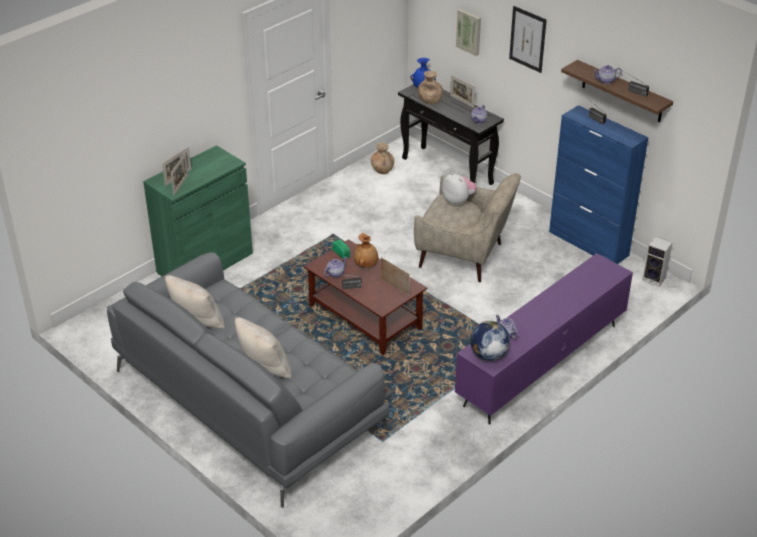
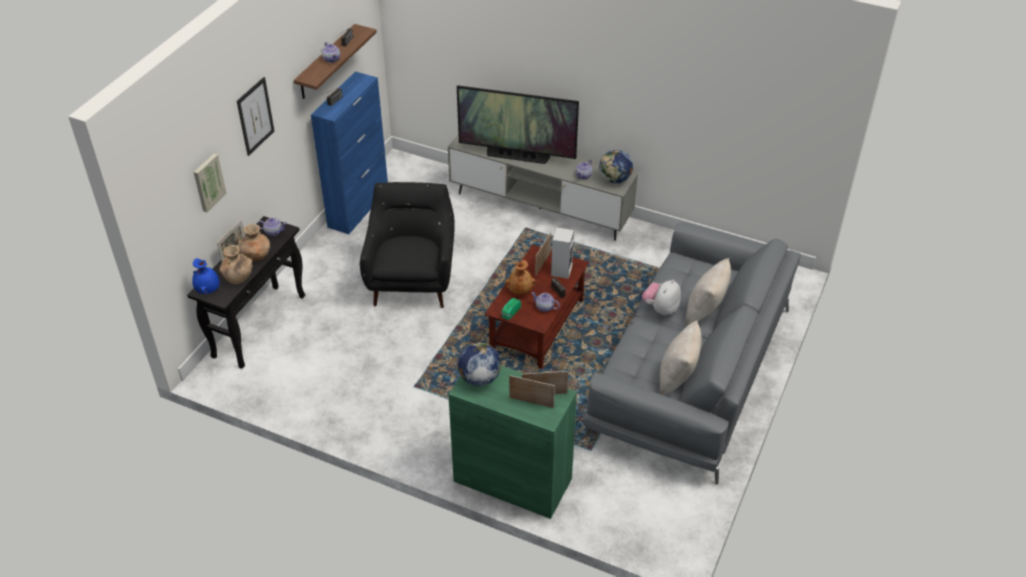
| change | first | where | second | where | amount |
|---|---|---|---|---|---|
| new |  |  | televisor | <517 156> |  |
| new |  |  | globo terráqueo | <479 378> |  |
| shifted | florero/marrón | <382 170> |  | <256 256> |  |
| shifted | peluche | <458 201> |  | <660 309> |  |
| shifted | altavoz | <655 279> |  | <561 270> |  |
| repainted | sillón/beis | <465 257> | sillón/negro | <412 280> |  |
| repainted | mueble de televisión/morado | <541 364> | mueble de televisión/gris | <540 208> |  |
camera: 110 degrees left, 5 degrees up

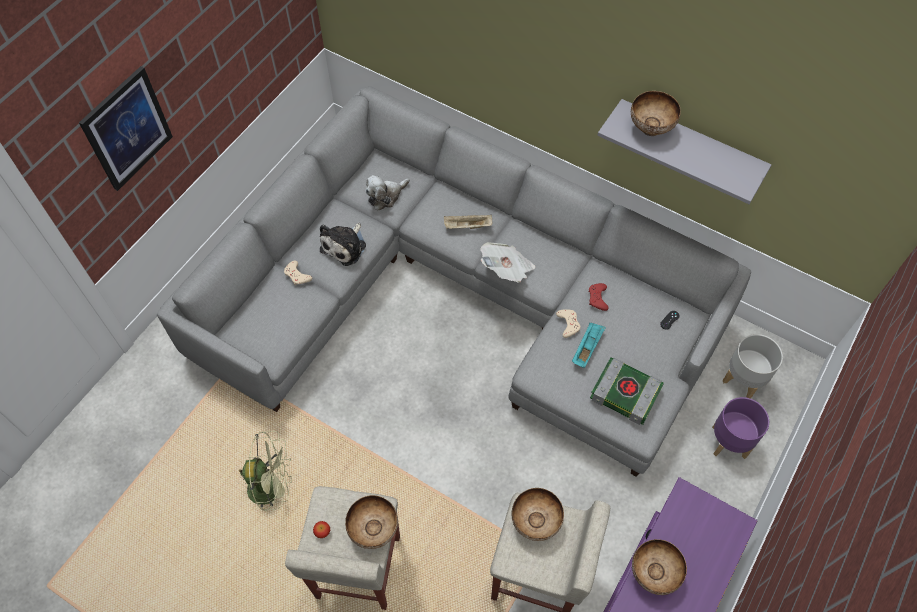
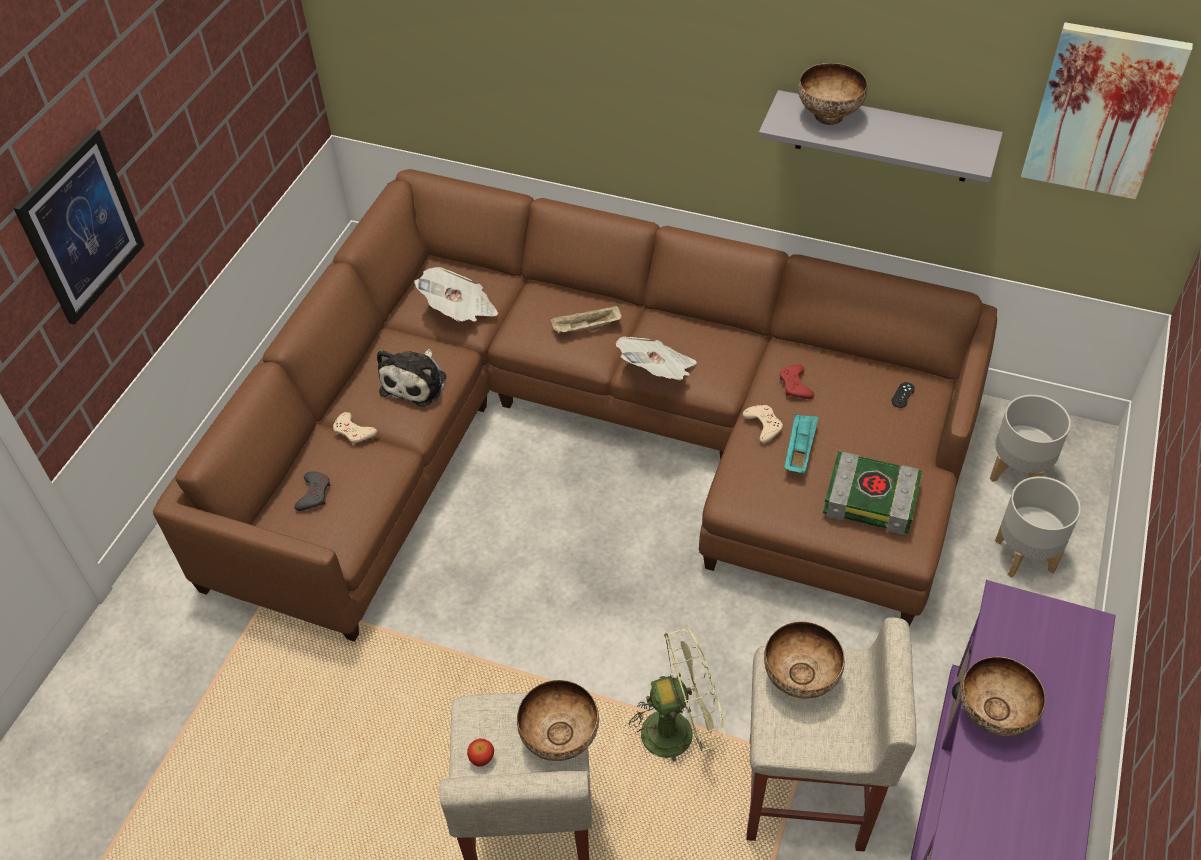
| change | first | where | second | where | amount |
|---|---|---|---|---|---|
| new |  |  | mando de consola/gris | <314 494> |  |
| new |  |  | cuadro | <1102 111> |  |
| shifted | ventilador/verde | <272 487> |  | <678 729> |  |
| swapped | peluche | <386 196> | periódico | <460 310> |  |
| repainted | sofá/gris | <460 295> | sofá/marrón | <590 436> |  |
| repainted | maceta/morado | <729 442> | maceta/gris | <1025 555> |  |
camera: 10 degrees left, 10 degrees down

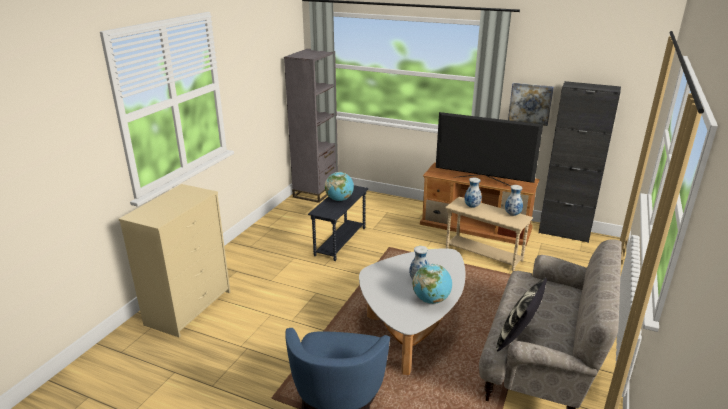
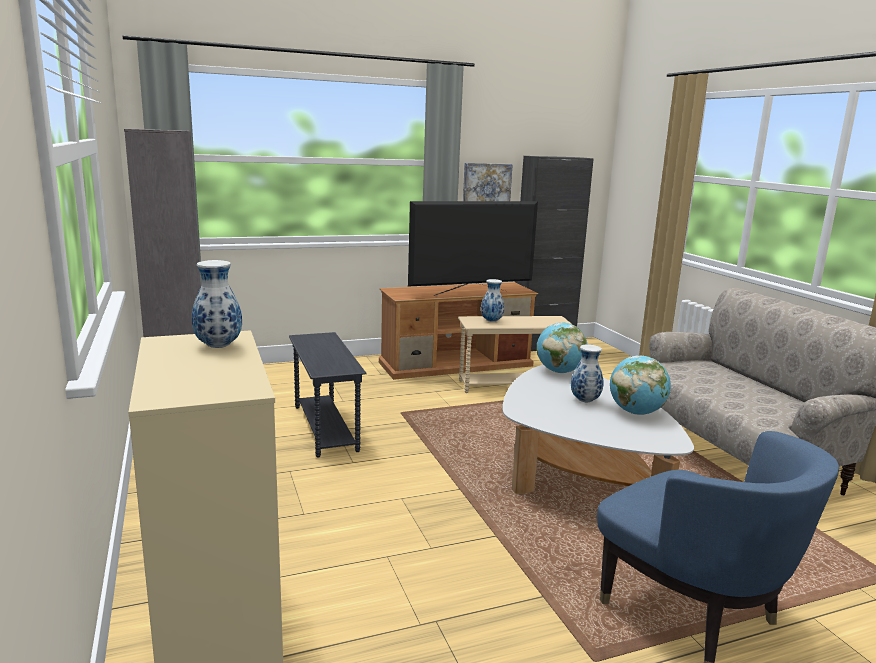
| change | first | where | second | where | amount |
|---|---|---|---|---|---|
| gone | cojín | <517 337> |  |  |  |
| shifted | globo terráqueo | <339 199> |  | <559 371> |  |
| shifted | florero | <513 214> |  | <219 346> |  |
camera: 45 degrees left, 10 degrees down

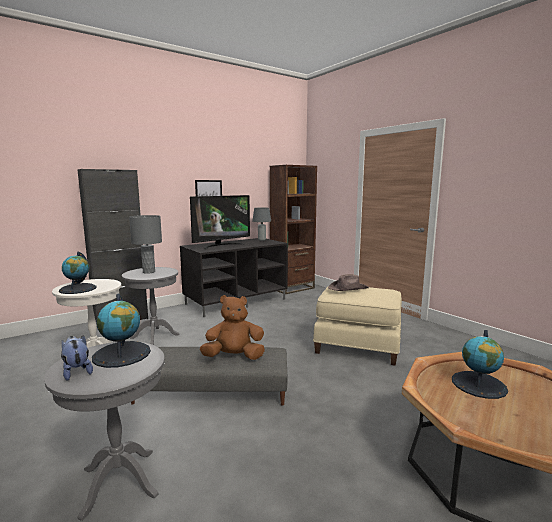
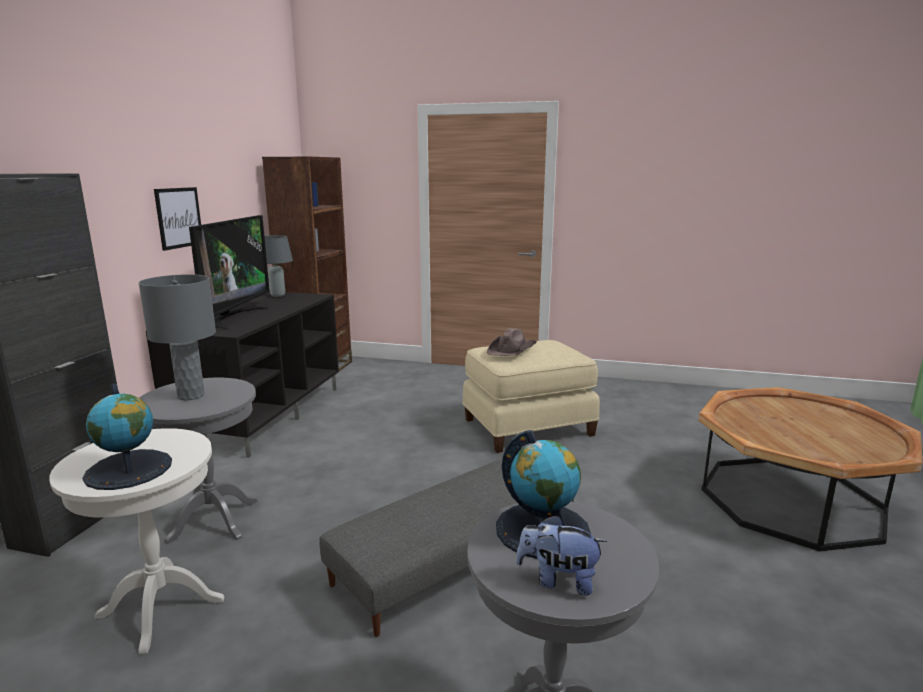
| change | first | where | second | where | amount |
|---|---|---|---|---|---|
| gone | peluche/marrón | <234 357> |  |  |  |
| gone | globo terráqueo | <479 384> |  |  |  |
camera: 40 degrees left, 5 degrees up

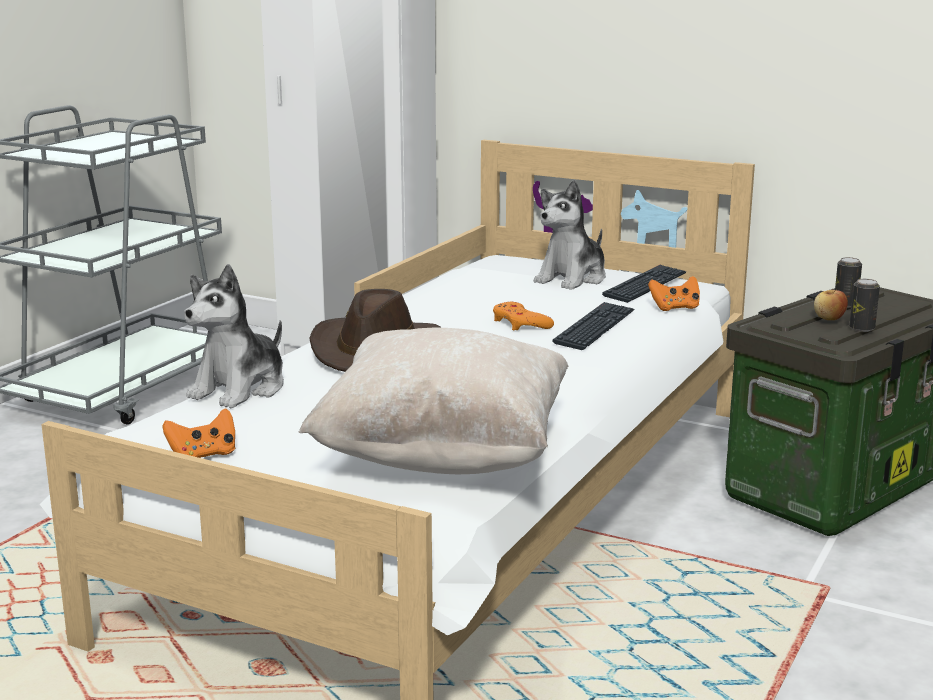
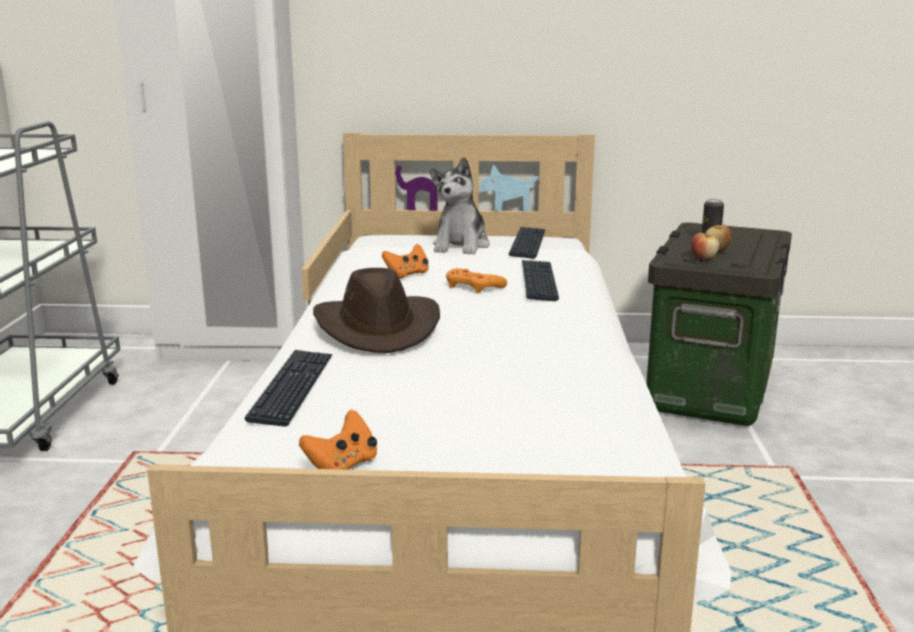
| change | first | where | second | where | amount |
|---|---|---|---|---|---|
| gone | cojín/beis | <444 456> |  |  |  |
| gone | lata | <862 328> |  |  |  |
| new |  |  | manzana | <703 257> |  |
| shifted | mando de consola/naranja | <675 308> |  | <407 274> |  |
| swapped | peluche | <240 389> | teclado | <292 388> |  |
camera: 25 degrees left, 0 degrees up

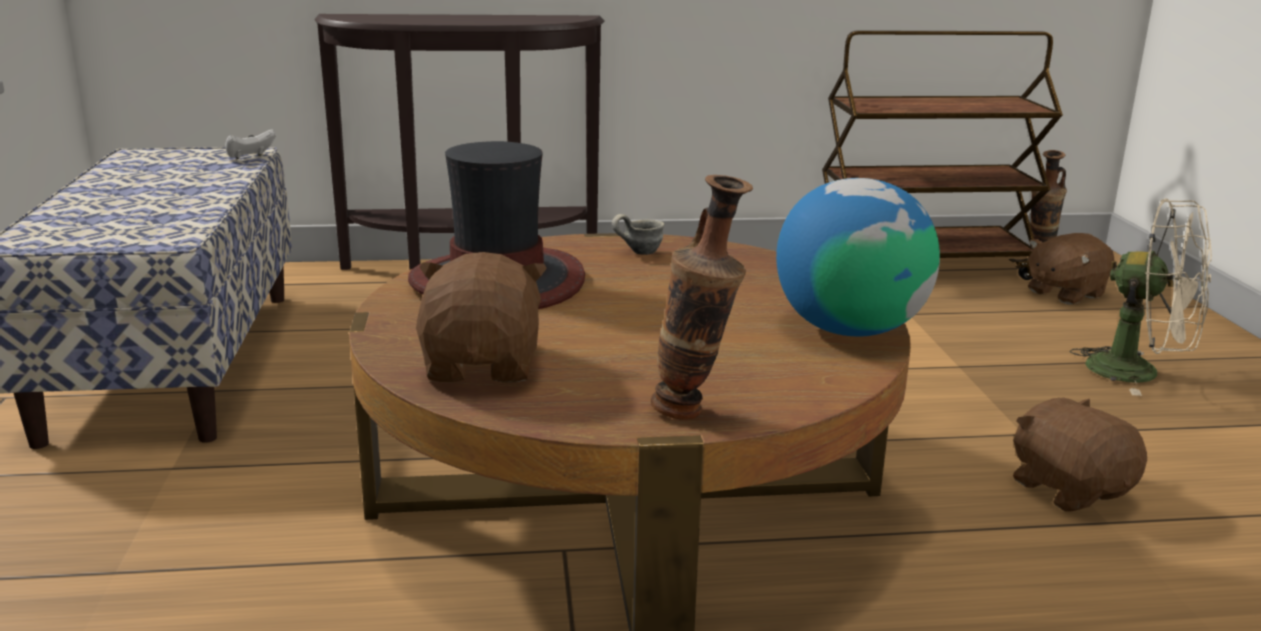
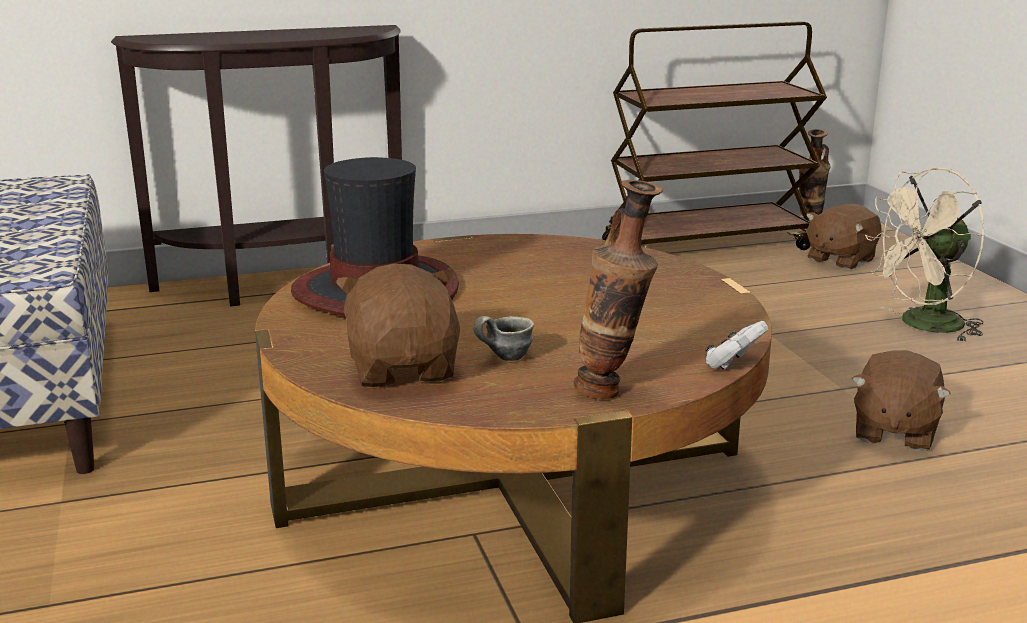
| change | first | where | second | where | amount |
|---|---|---|---|---|---|
| gone | globo terráqueo | <849 329> |  |  |  |
| shifted | mando de consola/blanco | <250 157> |  | <733 364> |  |
| shifted | taza grande/gris | <638 253> |  | <504 358> |  |
| rotated | peluche/marrón | <1069 489> |  | <893 432> | 120 degrees counterclockwise |
| rotated | ventilador/beis | <1139 373> |  | <922 326> | 135 degrees clockwise |
camera: 10 degrees left, 0 degrees up

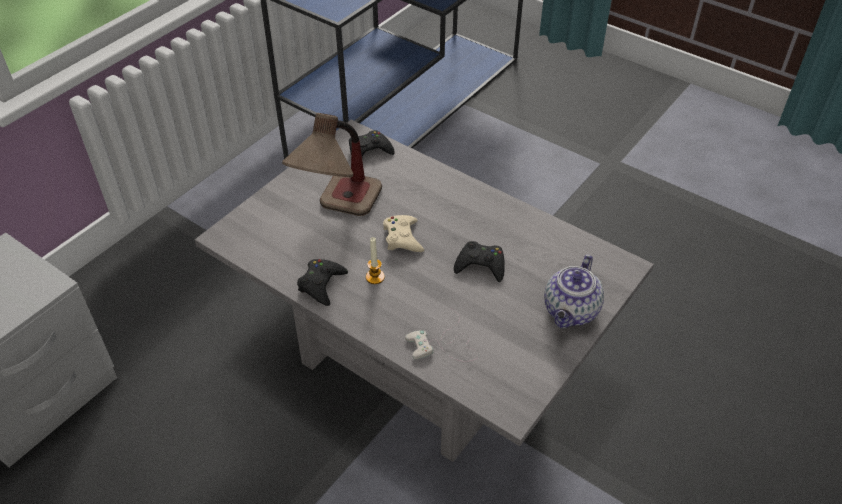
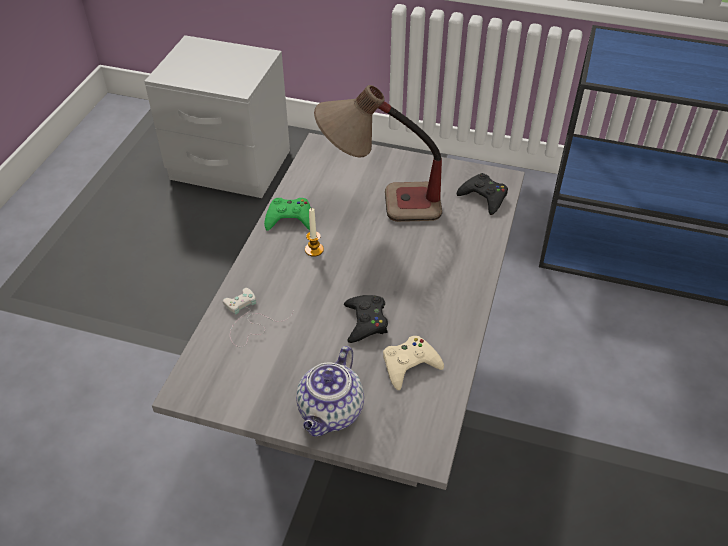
| change | first | where | second | where | amount |
|---|---|---|---|---|---|
| shifted | mando de consola/beis | <402 238> |  | <409 365> |  |
| repainted | mando de consola/negro | <321 284> | mando de consola/verde | <290 219> |  |
| rotated | tetera | <571 312> |  | <331 413> | 75 degrees counterclockwise |
camera: 70 degrees right, 0 degrees up

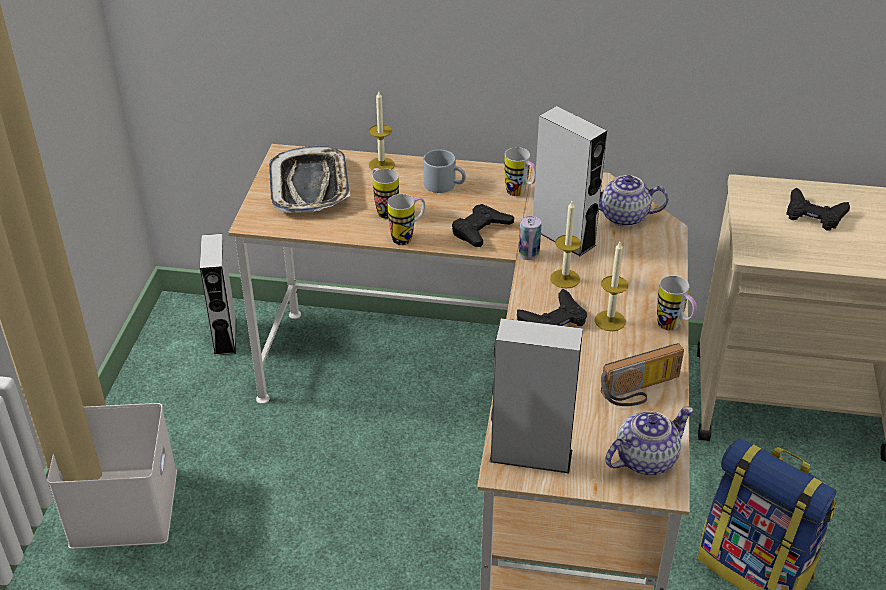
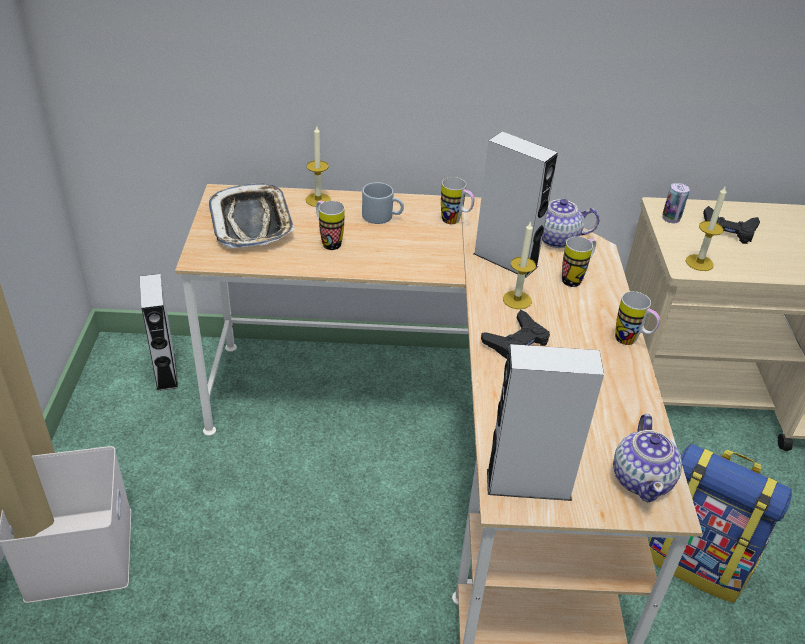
| change | first | where | second | where | amount |
|---|---|---|---|---|---|
| gone | mando de consola/negro | <480 230> |  |  |  |
| gone | radio | <641 391> |  |  |  |
| shifted | taza grande | <407 237> |  | <575 279> |  |
| shifted | lata | <528 254> |  | <671 218> |  |
| shifted | vela | <610 321> |  | <699 262> |  |
| rotated | tetera | <644 459> |  | <642 479> | 135 degrees clockwise |
camera: 10 degrees left, 0 degrees up

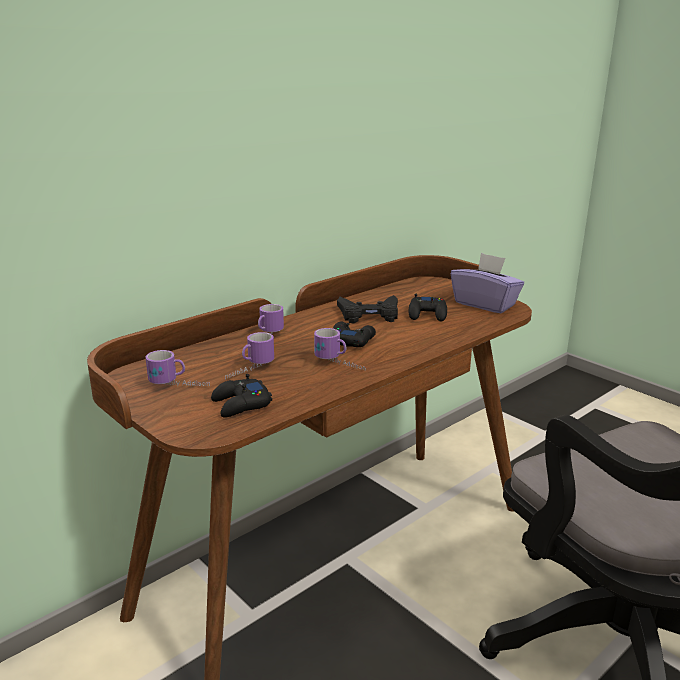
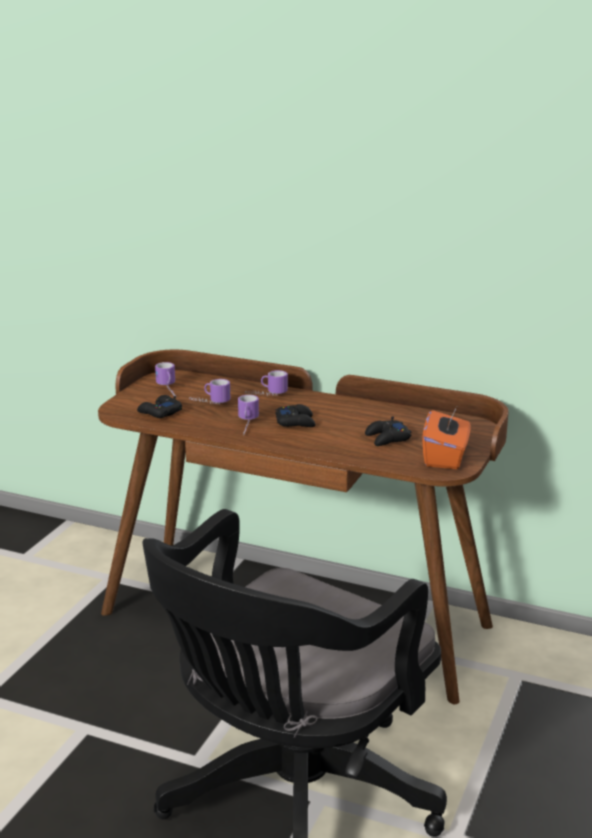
| change | first | where | second | where | amount |
|---|---|---|---|---|---|
| gone | mando de consola/negro | <369 315> |  |  |  |
| repainted | caja de pañuelos/morado | <485 304> | caja de pañuelos/naranja | <445 457> |  |
camera: 65 degrees right, 0 degrees up

